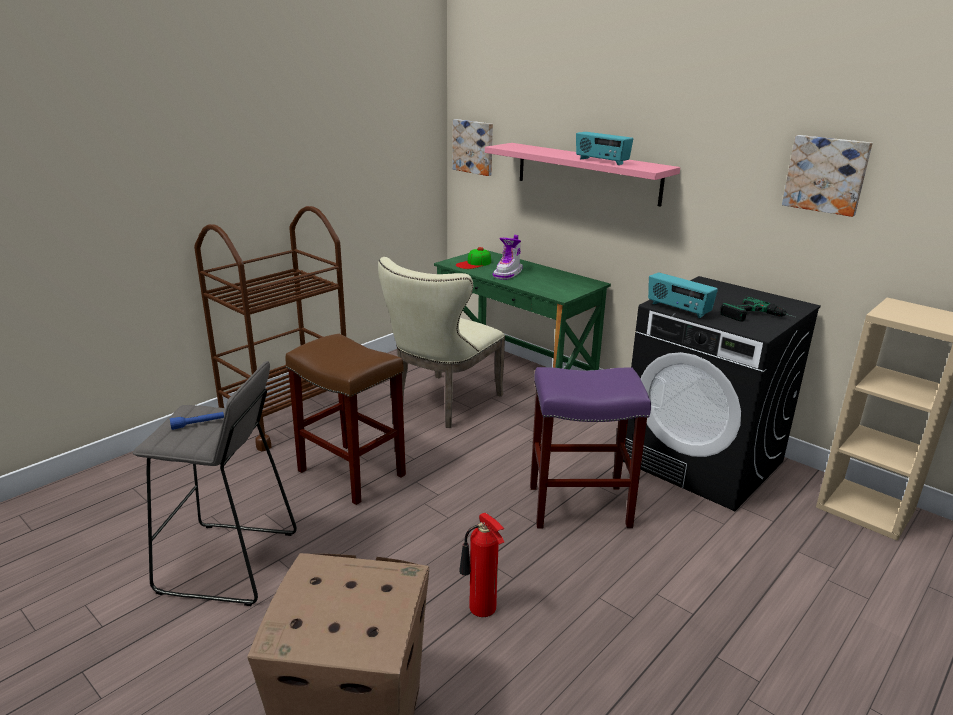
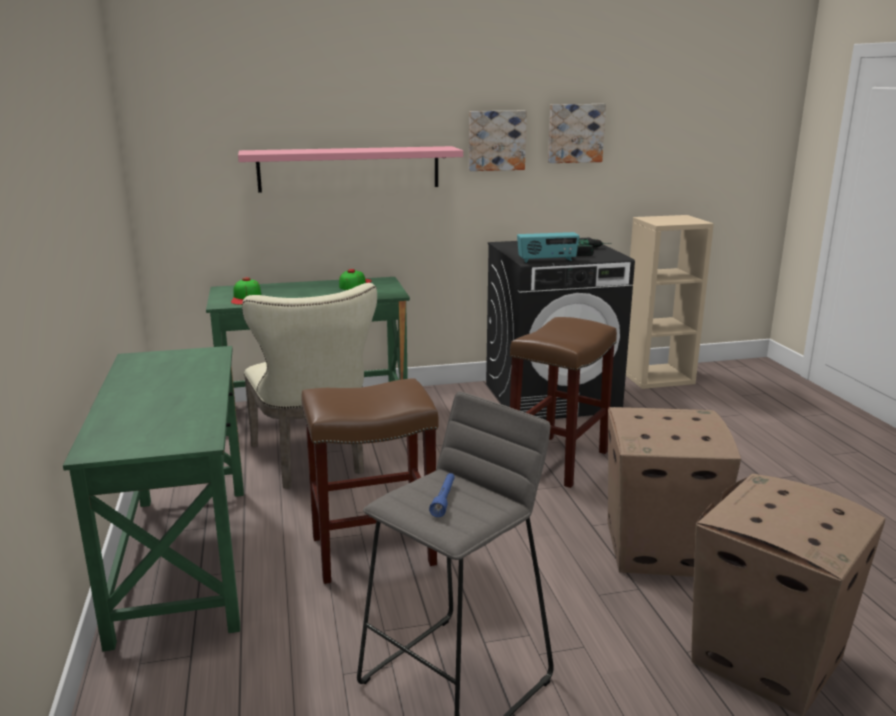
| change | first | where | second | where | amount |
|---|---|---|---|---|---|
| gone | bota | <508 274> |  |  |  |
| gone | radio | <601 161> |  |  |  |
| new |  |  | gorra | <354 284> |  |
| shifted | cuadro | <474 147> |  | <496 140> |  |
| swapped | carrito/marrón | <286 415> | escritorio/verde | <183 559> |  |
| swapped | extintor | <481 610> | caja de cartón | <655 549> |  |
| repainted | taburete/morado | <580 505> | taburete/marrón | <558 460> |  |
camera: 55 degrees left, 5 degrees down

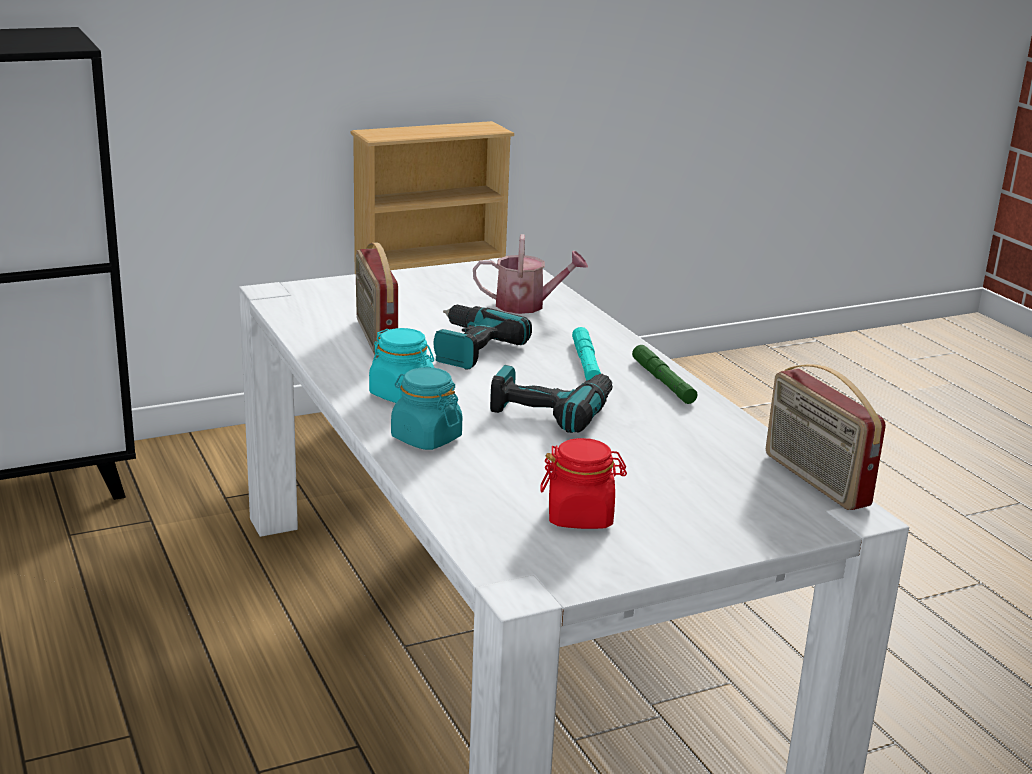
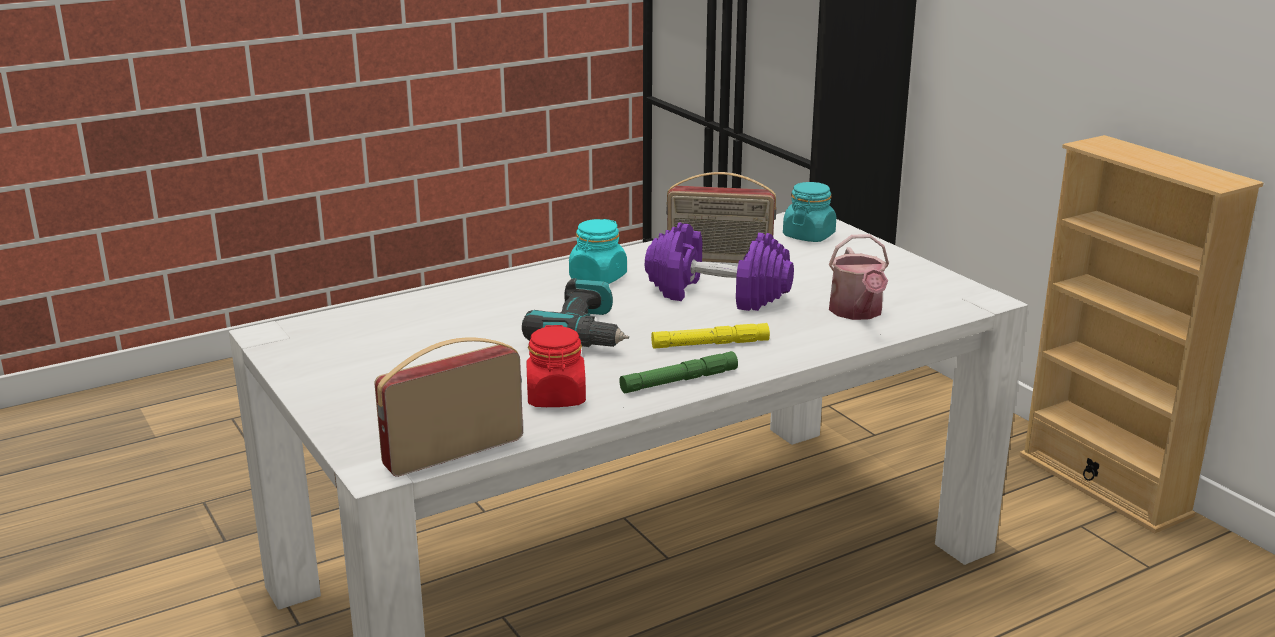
| change | first | where | second | where | amount |
|---|---|---|---|---|---|
| shifted | tarro/turquesa | <426 438> |  | <809 236> |  |
| shifted | tarro/rojo | <580 516> |  | <556 397> |  |
| swapped | taladro | <469 348> | mancuerna/morado | <717 294> |  |
| repainted | linterna/turquesa | <586 363> | linterna/amarillo | <710 344> |  |
| rotated | radio | <375 338> |  | <719 259> | 150 degrees counterclockwise |
camera: 85 degrees right, 0 degrees up

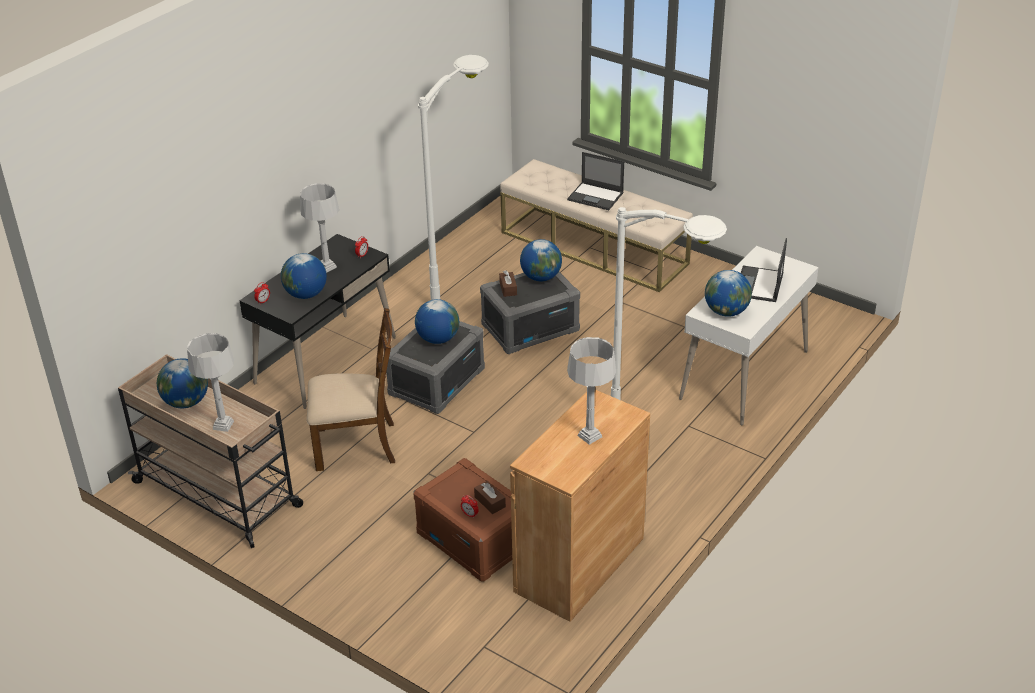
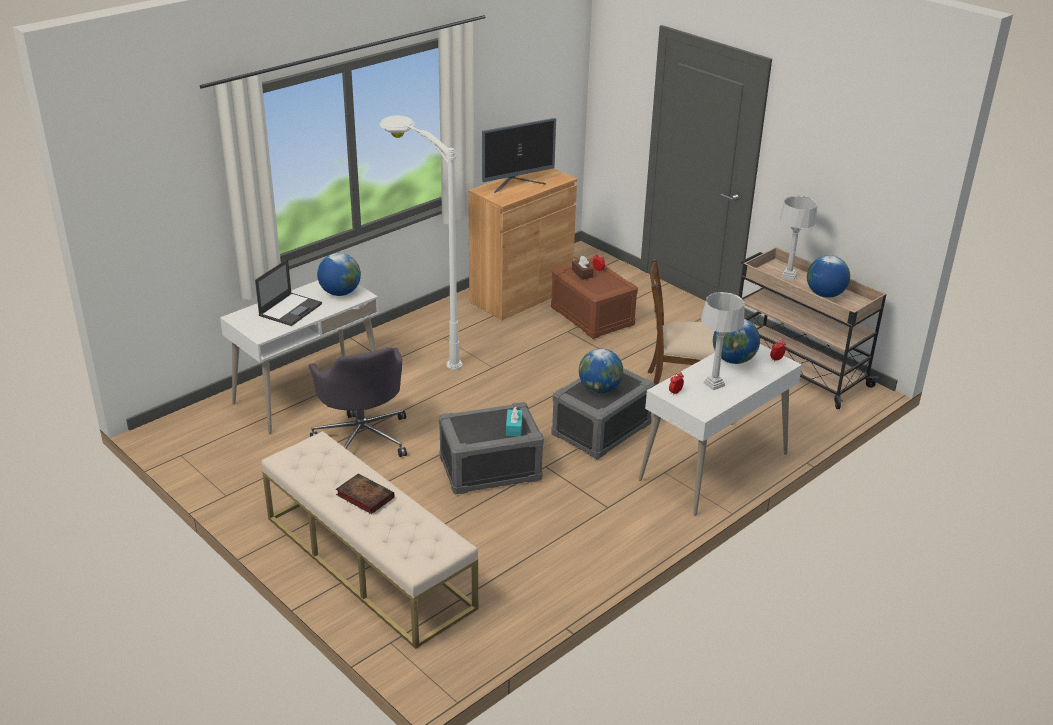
| change | first | where | second | where | amount |
|---|---|---|---|---|---|
| gone | lámpara de pie/blanco | <467 285> |  |  |  |
| gone | globo terráqueo | <541 277> |  |  |  |
| new |  |  | silla de oficina/gris | <363 438> |  |
| swapped | portátil | <596 196> | libro | <363 496> |  |
| swapped | lámpara de mesa/gris | <590 436> | monitor | <517 184> |  |
| repainted | escritorio/negro | <325 360> | escritorio/blanco | <714 467> |  |
| repainted | caja de pañuelos/marrón | <508 288> | caja de pañuelos/turquesa | <514 427> |  |
camera: 170 degrees left, 5 degrees down

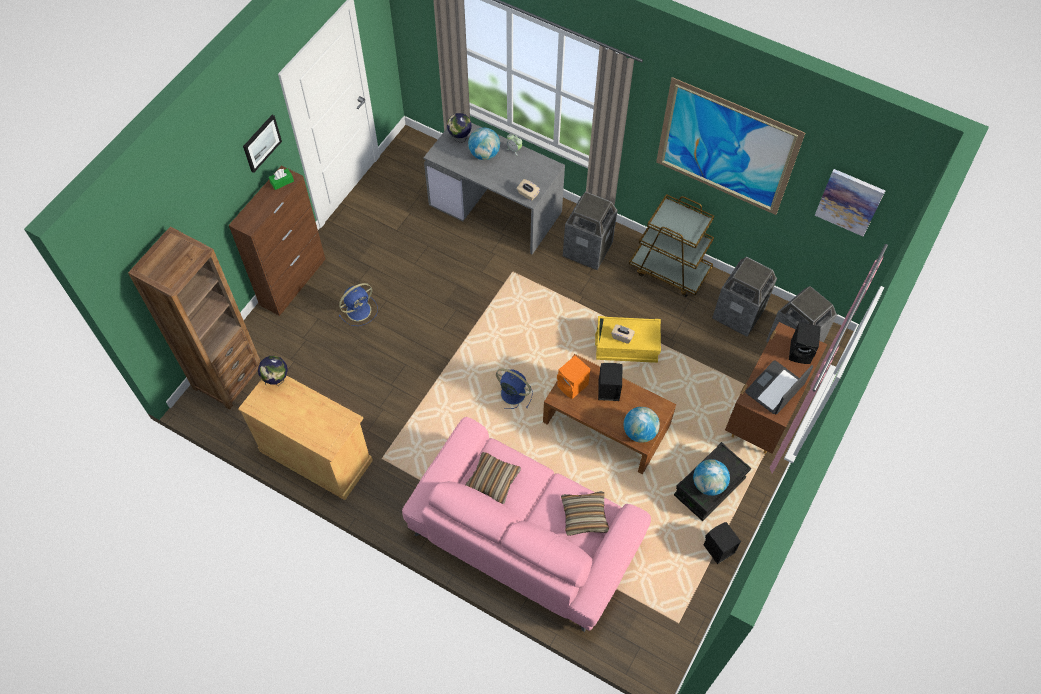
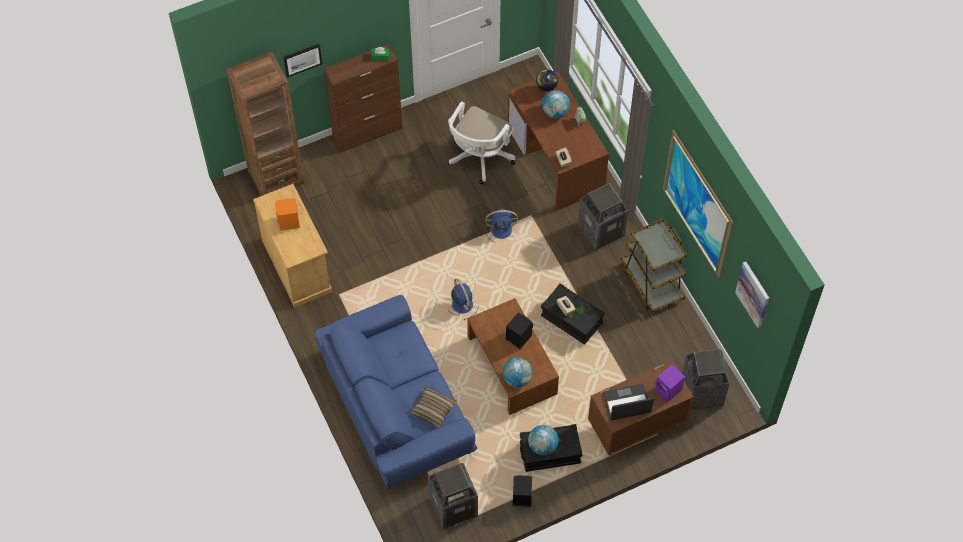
| change | first | where | second | where | amount |
|---|---|---|---|---|---|
| gone | globo terráqueo | <277 380> |  |  |  |
| gone | cojín | <493 480> |  |  |  |
| new |  |  | silla de oficina/blanco | <479 158> |  |
| shifted | cuadro | <261 143> |  | <302 59> |  |
| shifted | ventilador/azul | <359 310> |  | <502 230> |  |
| shifted | altavoz/naranja | <573 386> |  | <289 222> |  |
| shifted | papelera | <738 314> |  | <453 506> |  |
| repainted | sofá/rosa | <525 535> | sofá/azul | <396 404> |  |
| repainted | escritorio/gris | <496 208> | escritorio/marrón | <556 160> |  |
| repainted | caja de almacenaje/amarillo | <626 346> | caja de almacenaje/negro | <571 320> |  |
| repainted | altavoz/negro | <801 352> | altavoz/morado | <668 391> |  |
camera: 35 degrees right, 0 degrees up

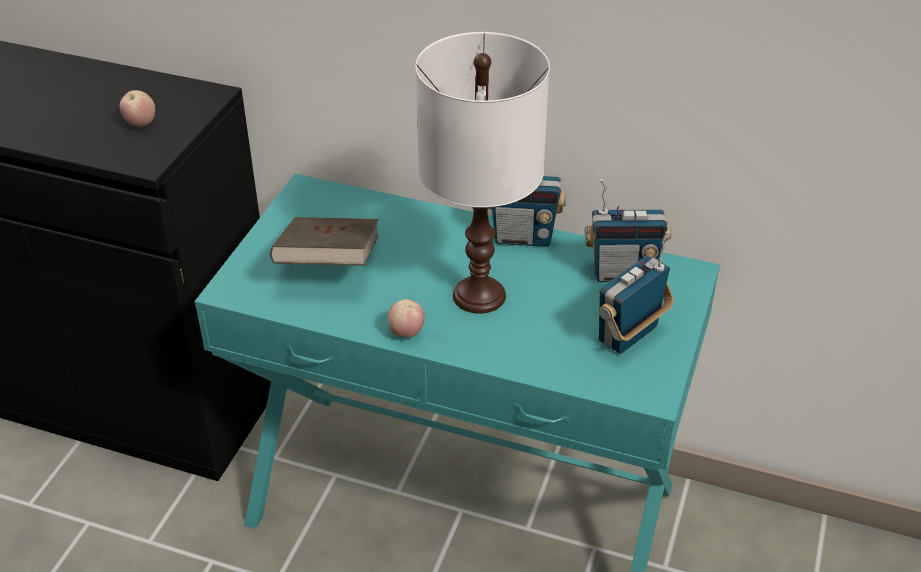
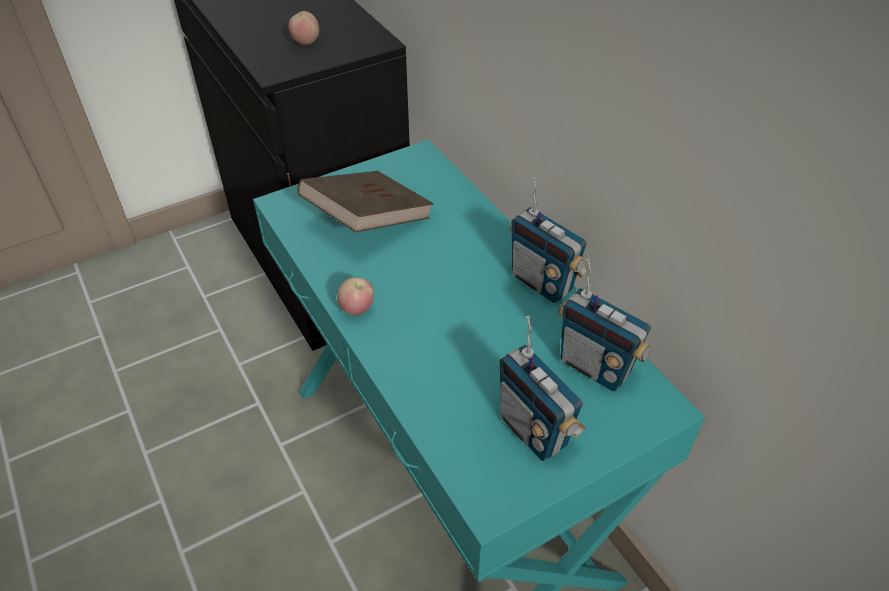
| change | first | where | second | where | amount |
|---|---|---|---|---|---|
| gone | lámpara de mesa/blanco | <478 296> |  |  |  |
| rotated | radio | <629 335> |  | <534 430> | 120 degrees counterclockwise |
camera: 40 degrees right, 5 degrees up

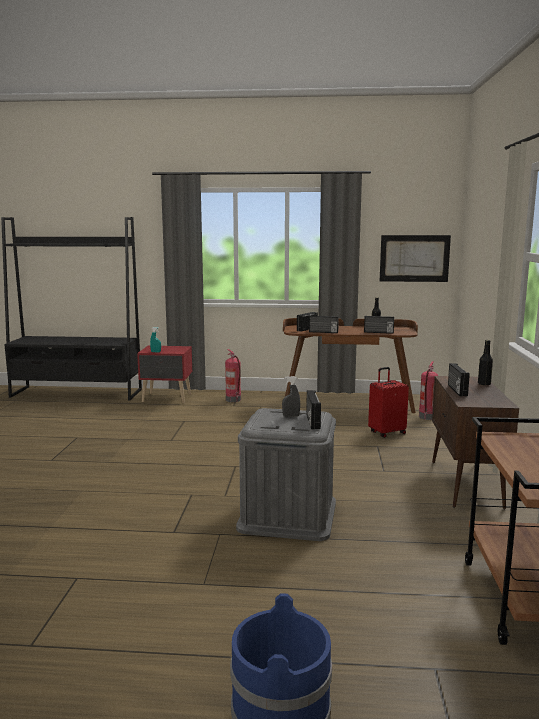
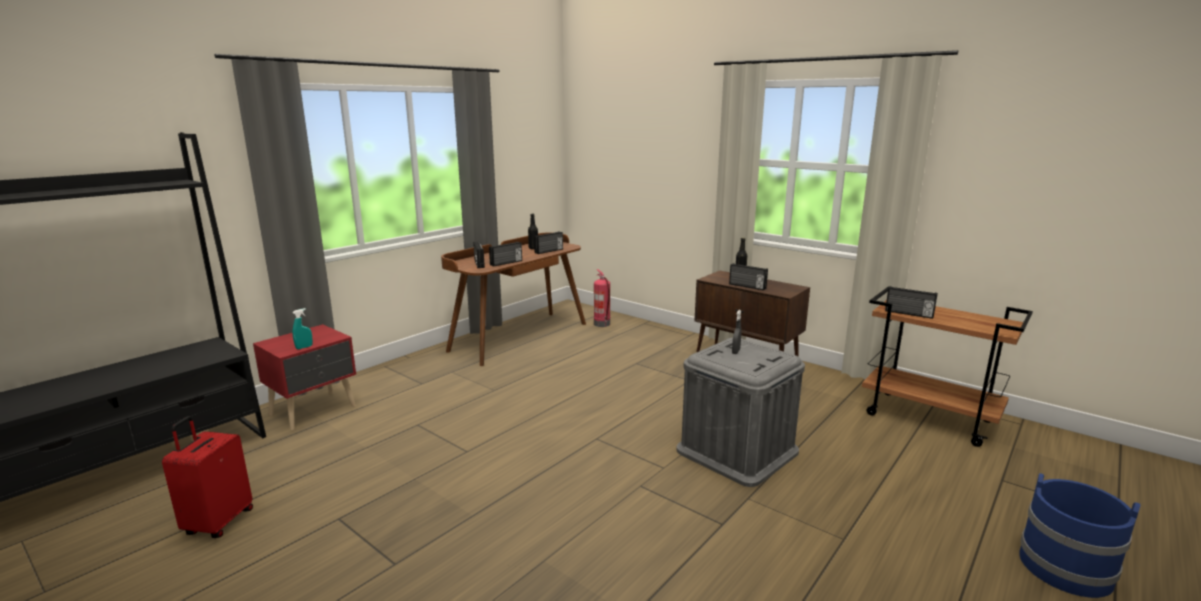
| change | first | where | second | where | amount |
|---|---|---|---|---|---|
| gone | extintor | <234 400> |  |  |  |
| gone | cuadro | <414 258> |  |  |  |
| shifted | radio | <312 421> |  | <909 314> |  |
| shifted | maleta/rojo | <386 433> |  | <218 522> |  |
camera: 55 degrees left, 5 degrees up

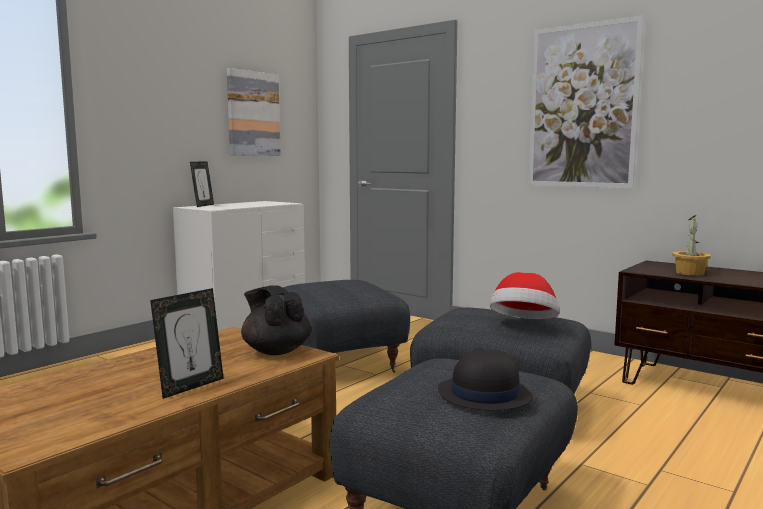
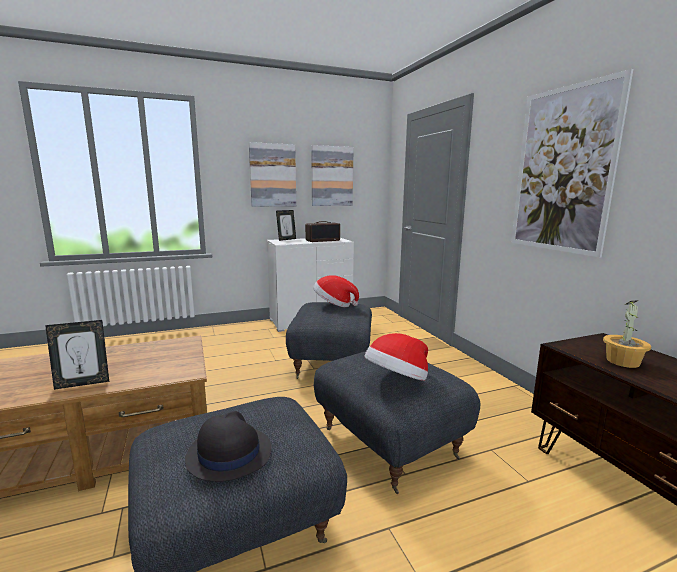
| change | first | where | second | where | amount |
|---|---|---|---|---|---|
| gone | tetera/negro | <276 351> |  |  |  |
| new |  |  | cuadro | <272 175> |  |
| new |  |  | radio | <322 240> |  |
| new |  |  | sombrero | <334 305> |  |
camera: 30 degrees right, 5 degrees up

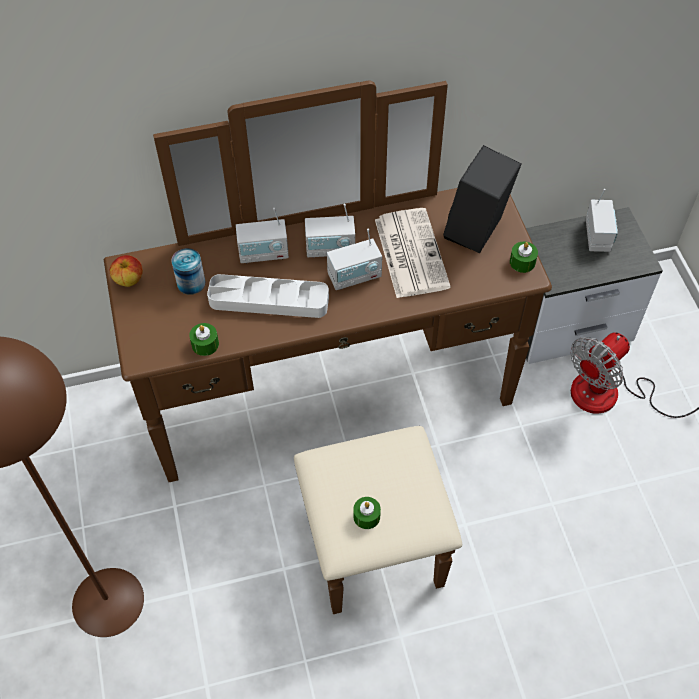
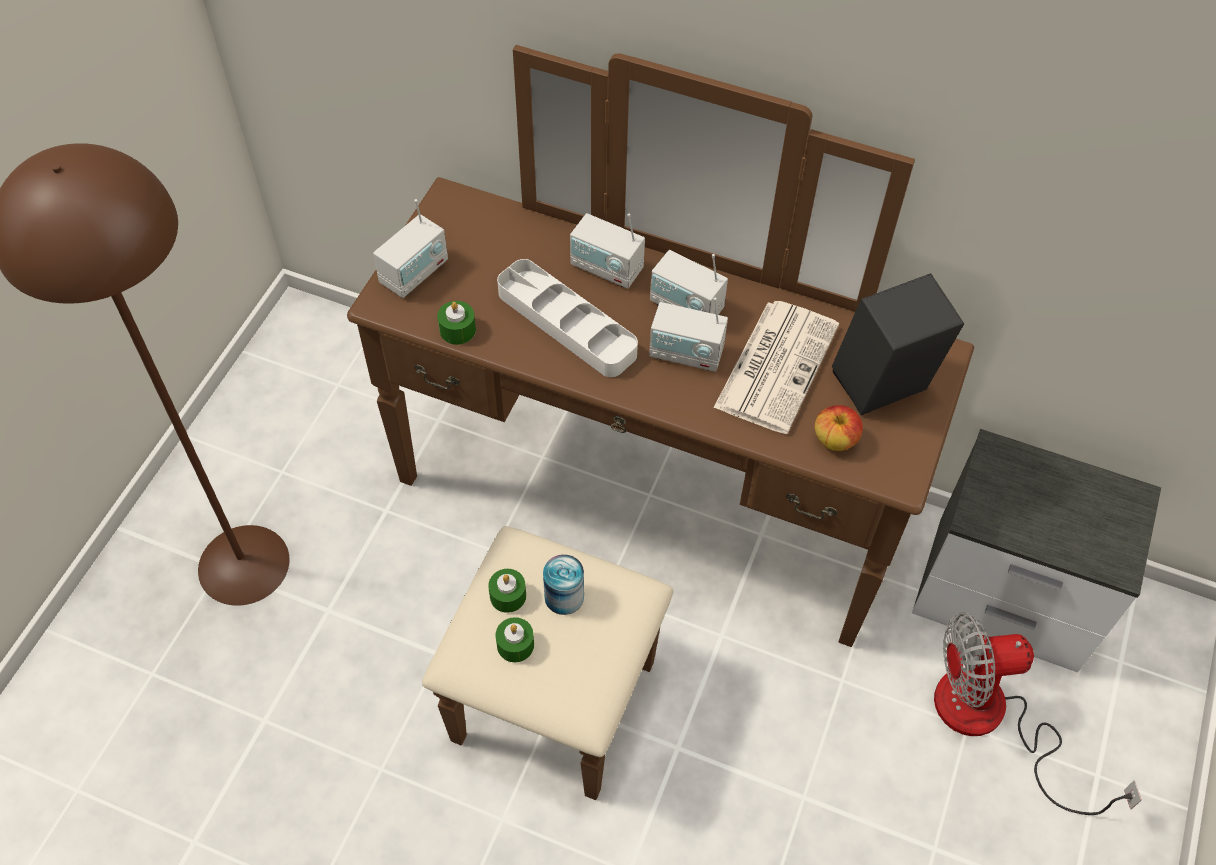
| change | first | where | second | where | amount |
|---|---|---|---|---|---|
| shifted | manzana | <129 280> |  | <835 440> |  |
| shifted | lata | <191 283> |  | <564 596> |  |
| shifted | vela/verde | <522 262> |  | <508 596> |  |
| shifted | radio | <598 236> |  | <415 273> |  |
camera: 35 degrees right, 0 degrees up

